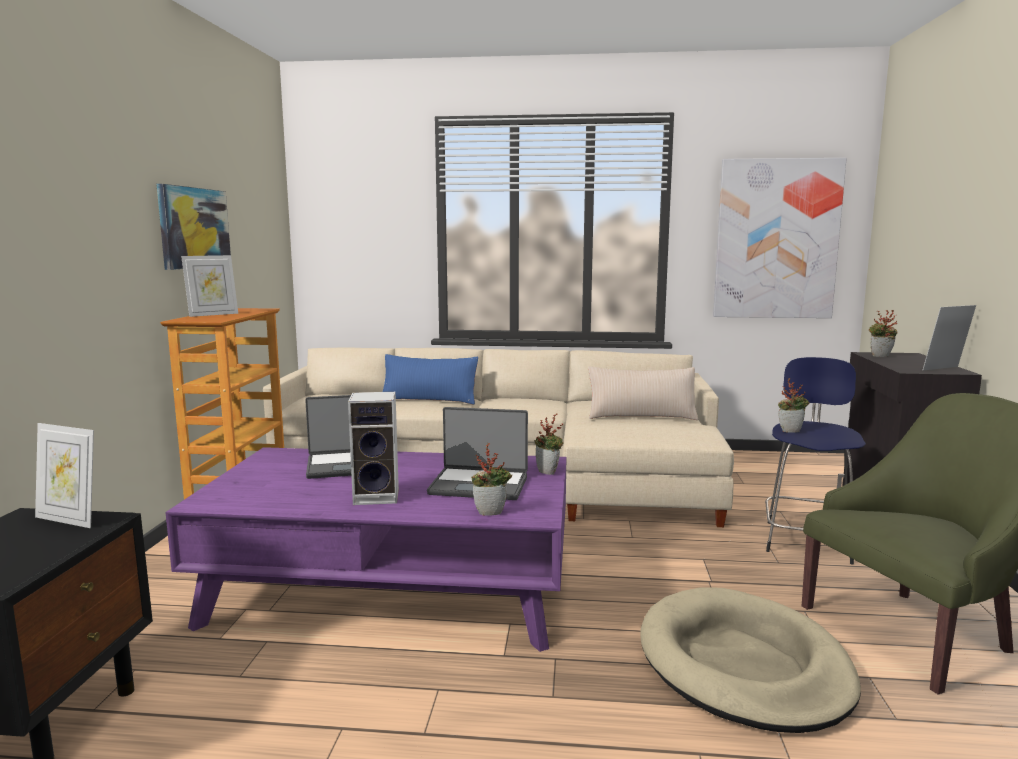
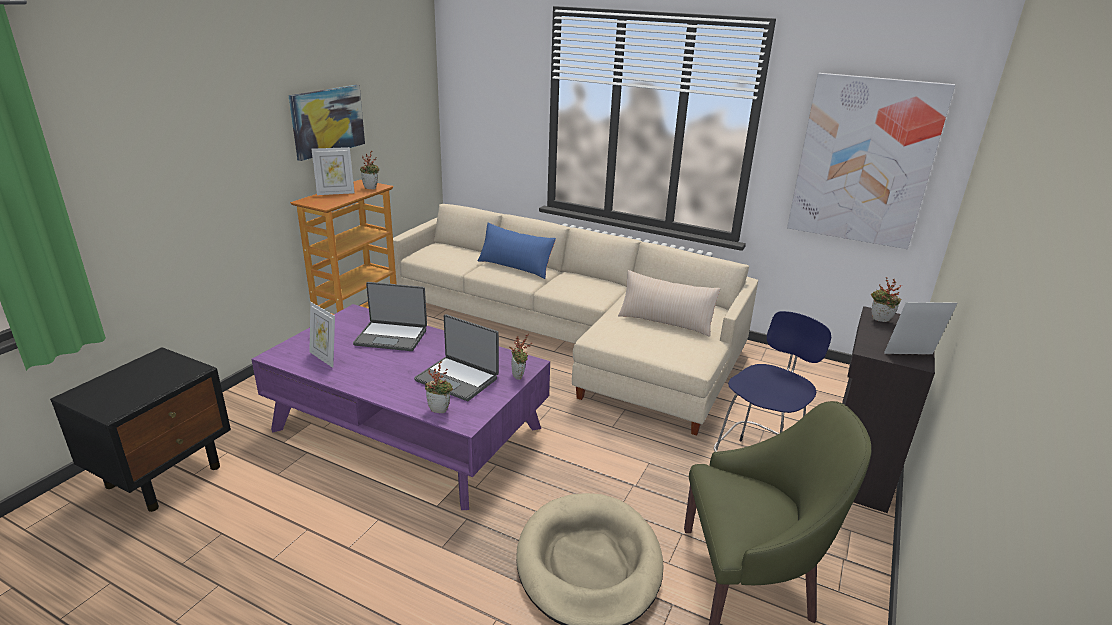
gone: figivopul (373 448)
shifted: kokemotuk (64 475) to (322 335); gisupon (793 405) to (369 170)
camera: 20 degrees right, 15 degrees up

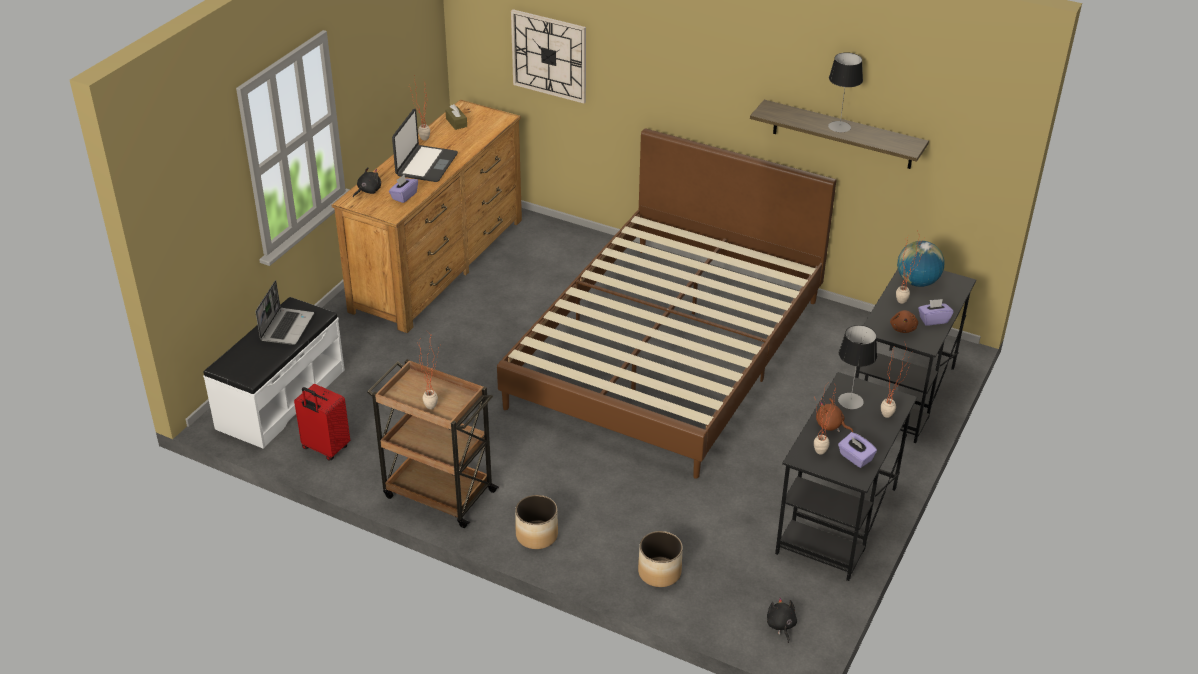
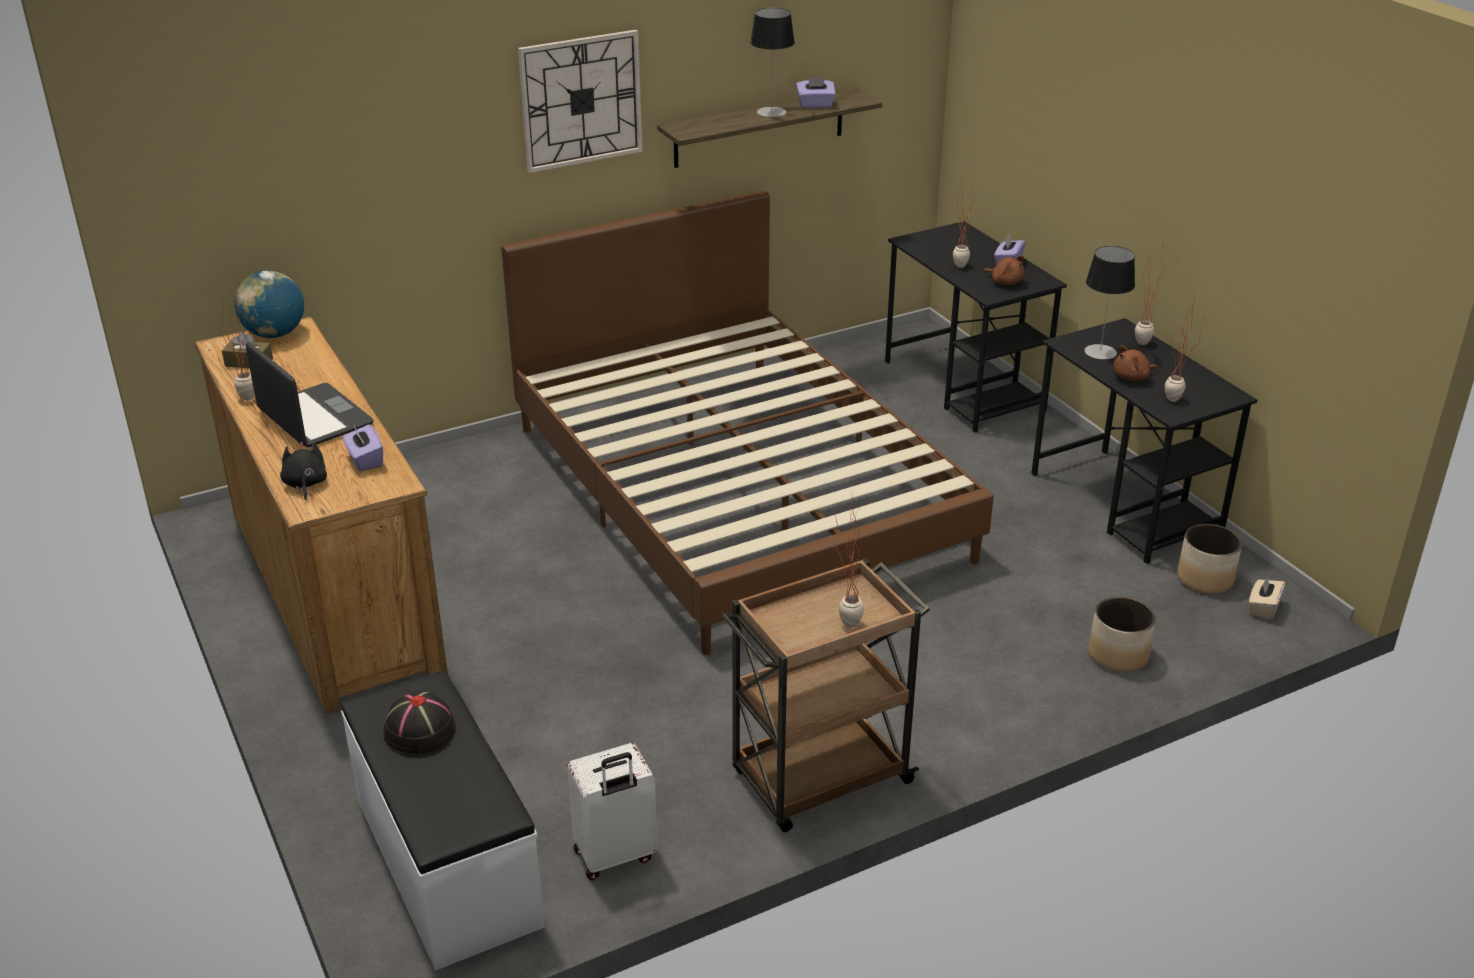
shifted: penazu (921 264) to (269 304); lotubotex (548 56) to (580 101); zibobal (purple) (857 450) to (816 93); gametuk (536 522) to (1209 559)
swapped: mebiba (285 312) to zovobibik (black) (420 722); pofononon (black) (782 620) to zibobal (beige) (1267 597)
repainted: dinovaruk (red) (322 422) to dinovaruk (white) (612 811)
camera: 55 degrees left, 5 degrees down

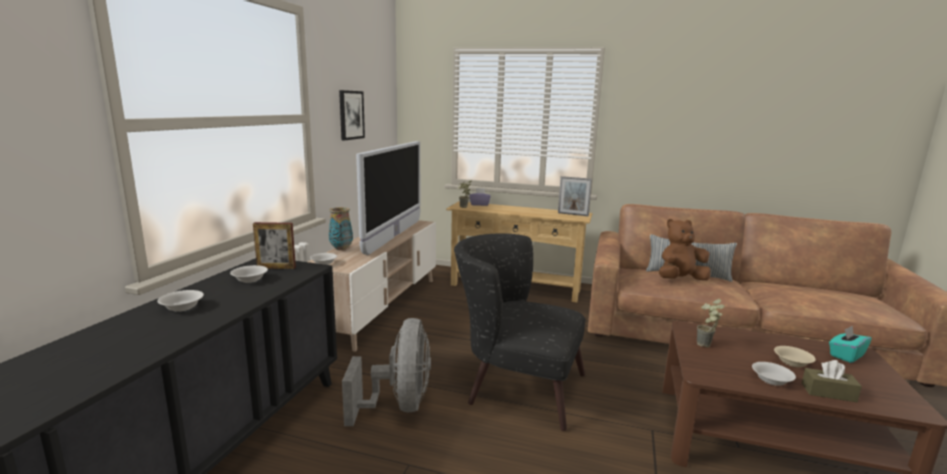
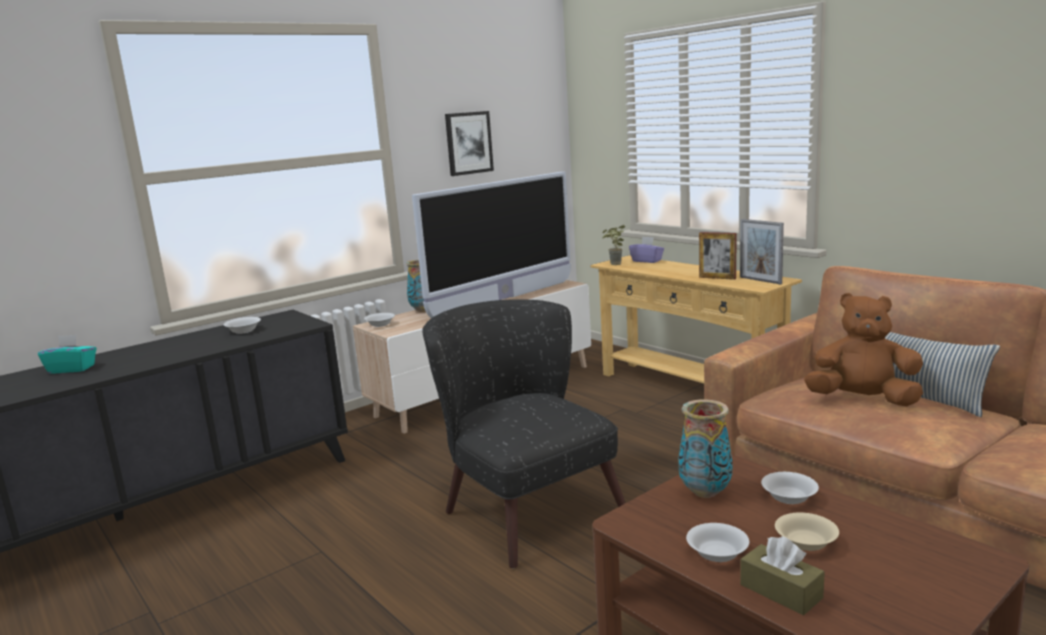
gone: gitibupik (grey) (386 372)
shifted: zibobal (turquoise) (850 344) to (67 354); kokemotuk (274 245) to (718 256); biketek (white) (180 301) to (790 488)
swapped: gisupon (711 323) to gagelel (705 448)
camera: 35 degrees right, 0 degrees up

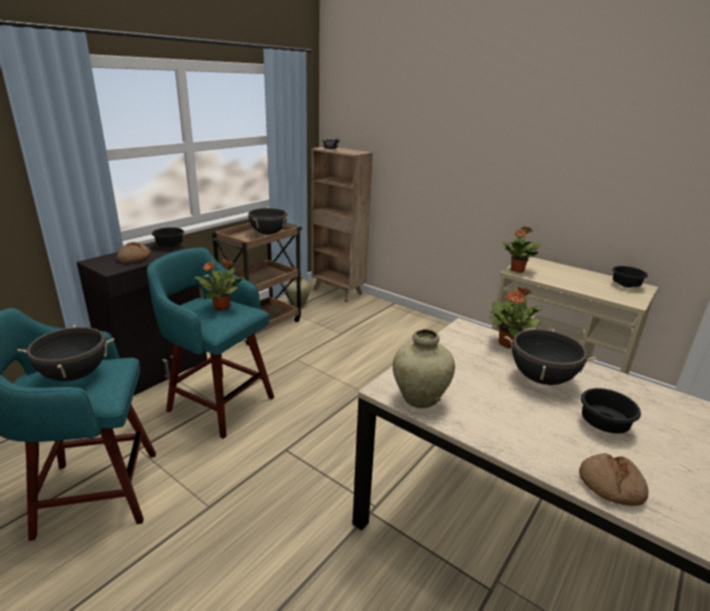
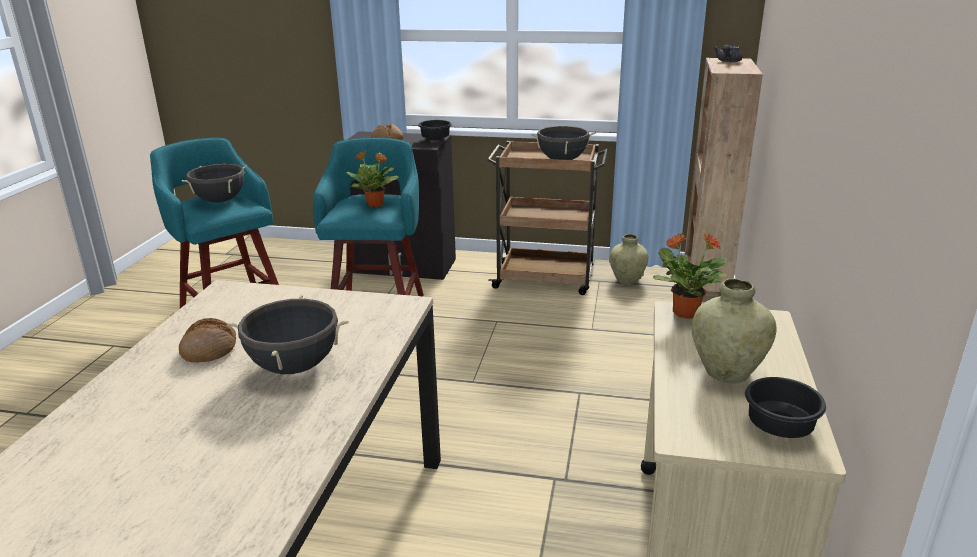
gone: gisupon (516 317); biketek (black) (611 411)
shifted: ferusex (614 479) to (207 340); gagelel (beige) (424 368) to (734 331)
camera: 65 degrees right, 0 degrees up

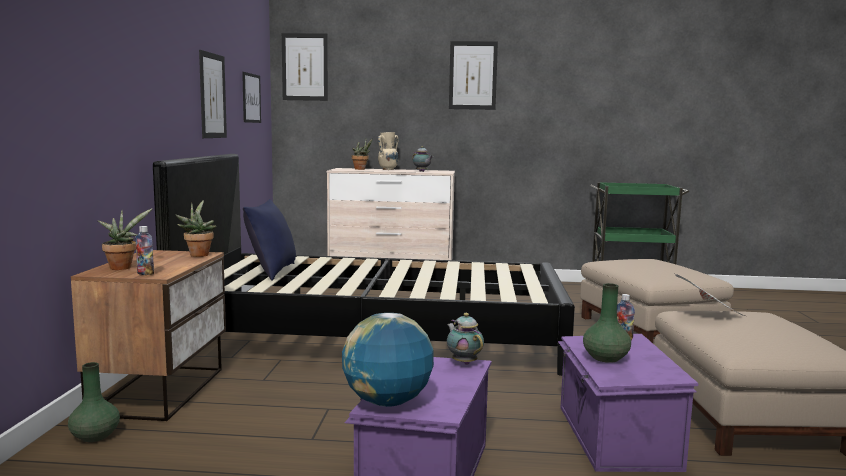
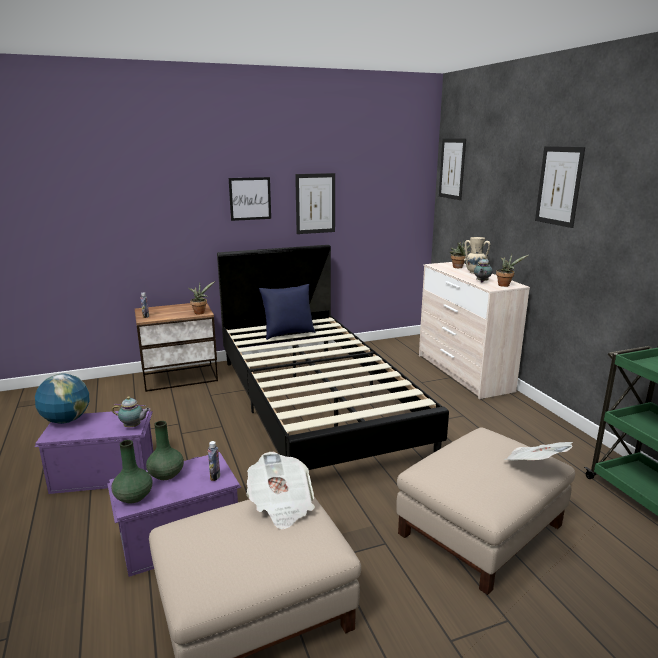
new: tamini (538 451)
shifted: gagelel (green) (94 402) to (132 471); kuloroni (251 97) to (250 199); gisupon (125 239) to (512 270)
rotated: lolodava (465 339) = (131 411) 60 degrees clockwise
camera: 65 degrees right, 10 degrees up

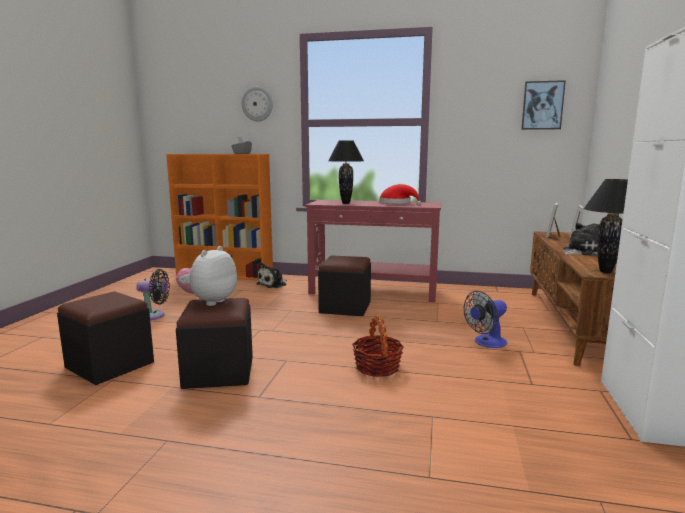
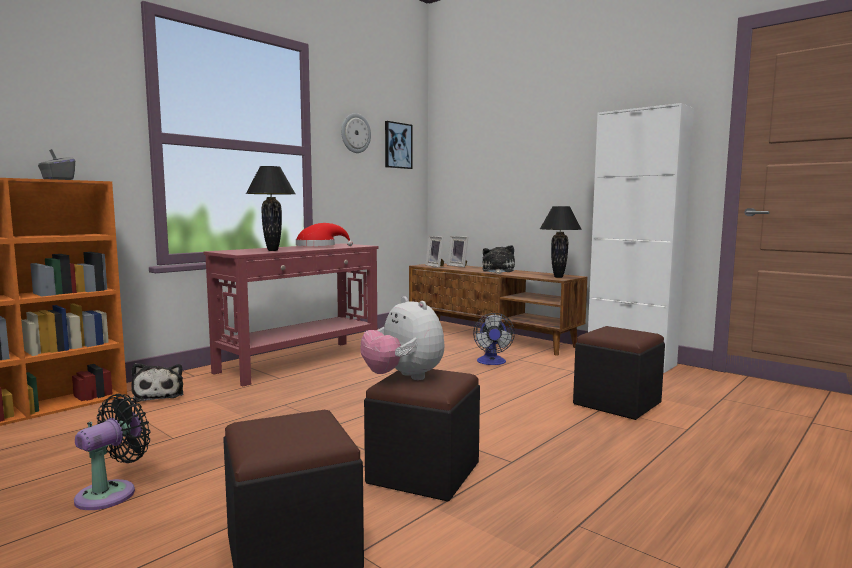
gone: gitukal (378 346)
shifted: lotubotex (257 104) to (356 133); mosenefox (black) (344 285) to (619 373)
camera: 60 degrees left, 5 degrees down

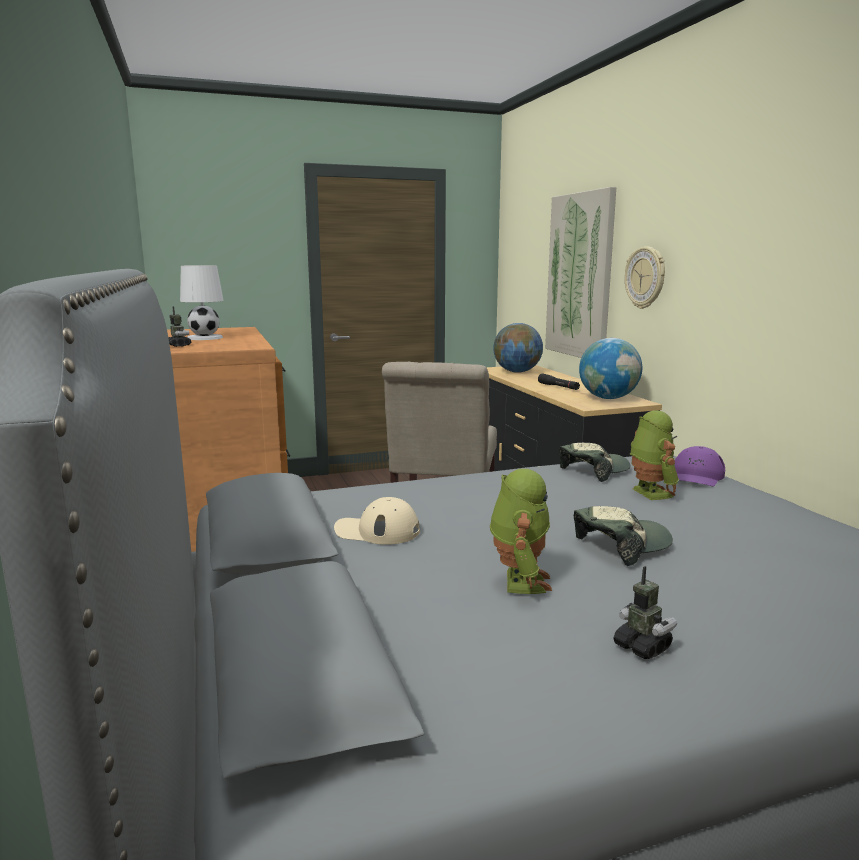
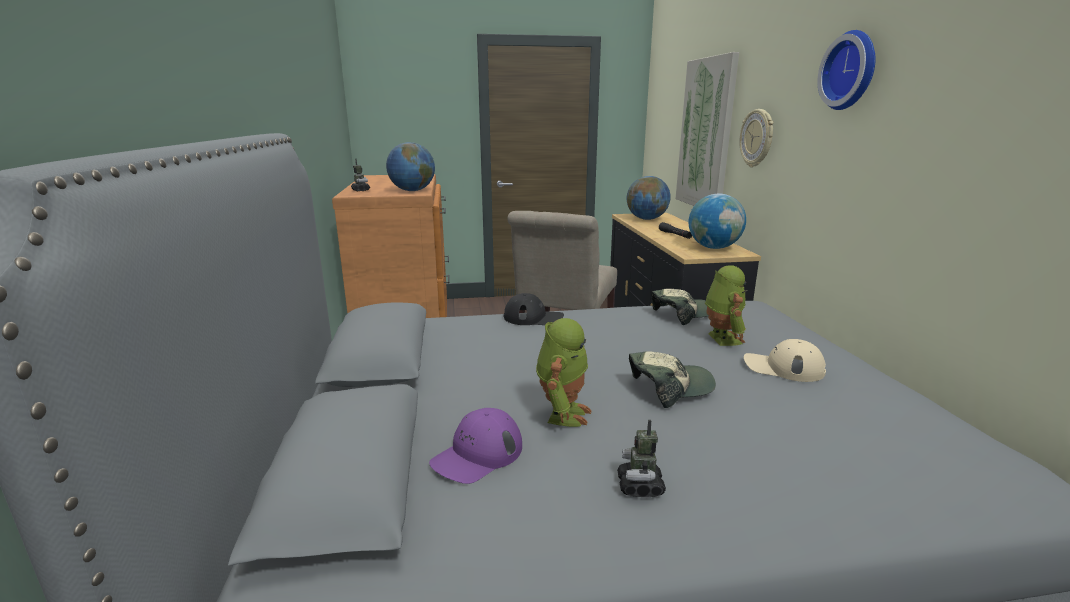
gone: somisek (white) (202 302)
new: penazu (410 166); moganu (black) (533 309); lotubotex (847 70)
shifted: moganu (purple) (699 466) to (475 446); moganu (beige) (377 521) to (785 360)
rotated: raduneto (645 612) = (641 458) 150 degrees counterclockwise
camera: 10 degrees right, 5 degrees up

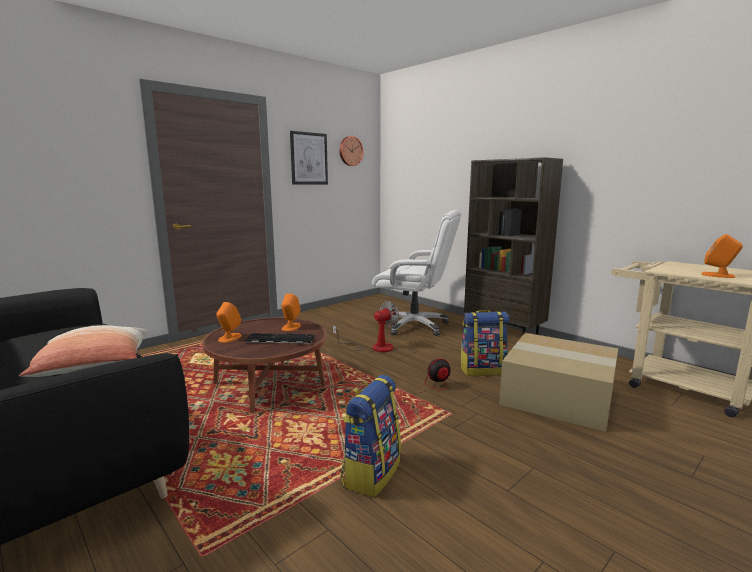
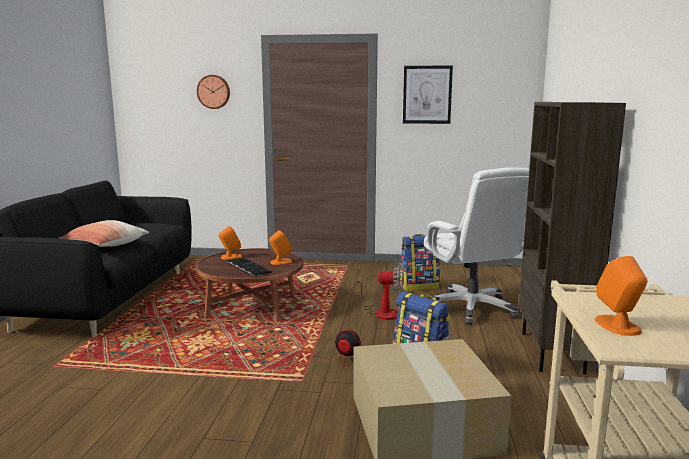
shifted: lotubotex (351 151) to (213 92); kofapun (370 436) to (419 262)
camera: 50 degrees right, 0 degrees up

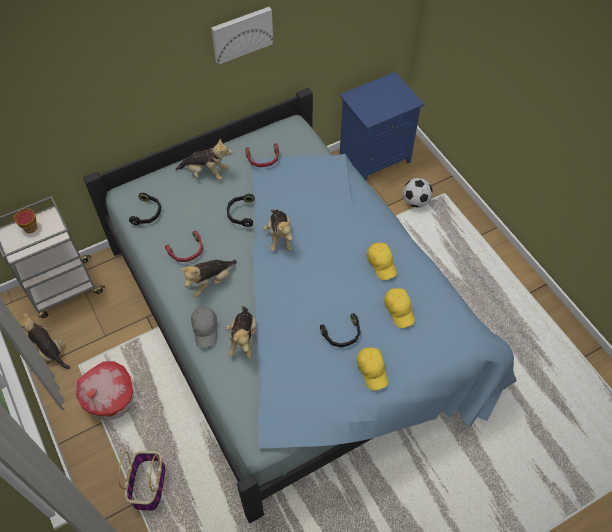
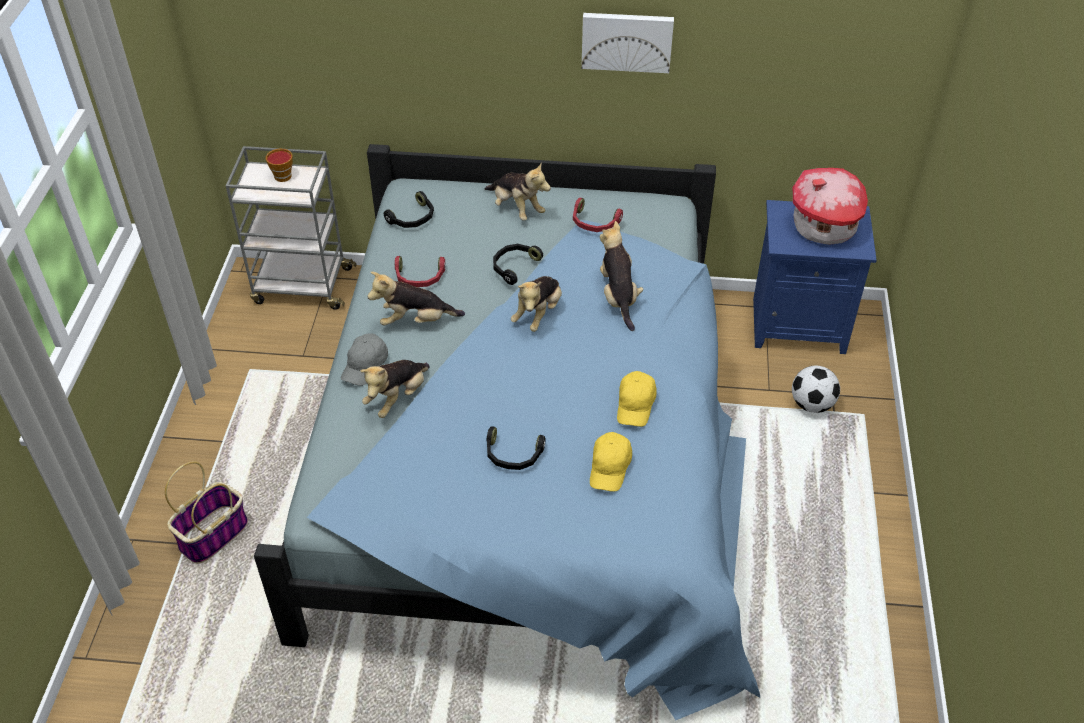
gone: moganu (yellow) (372 369)
shifted: pofononon (44 341) to (622 276); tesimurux (105 390) to (830 206)
camera: 35 degrees right, 10 degrees down

